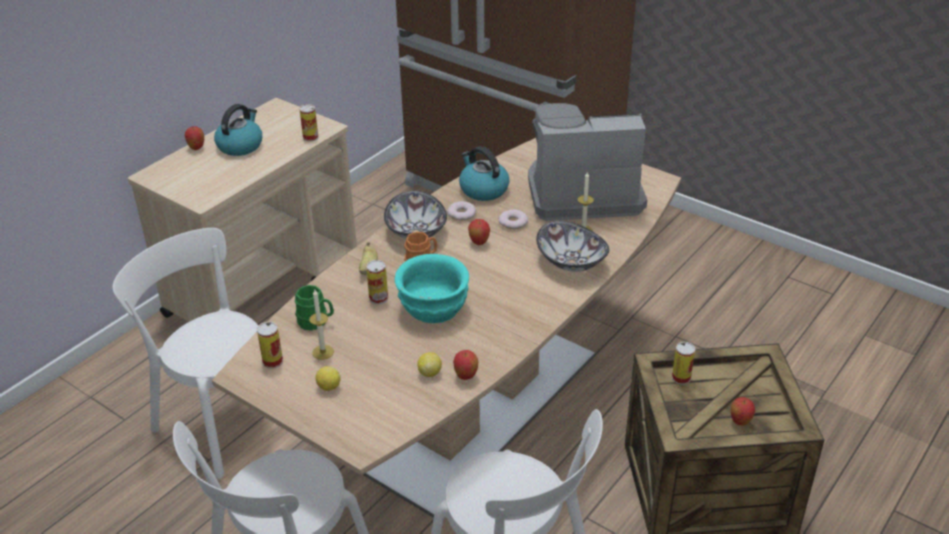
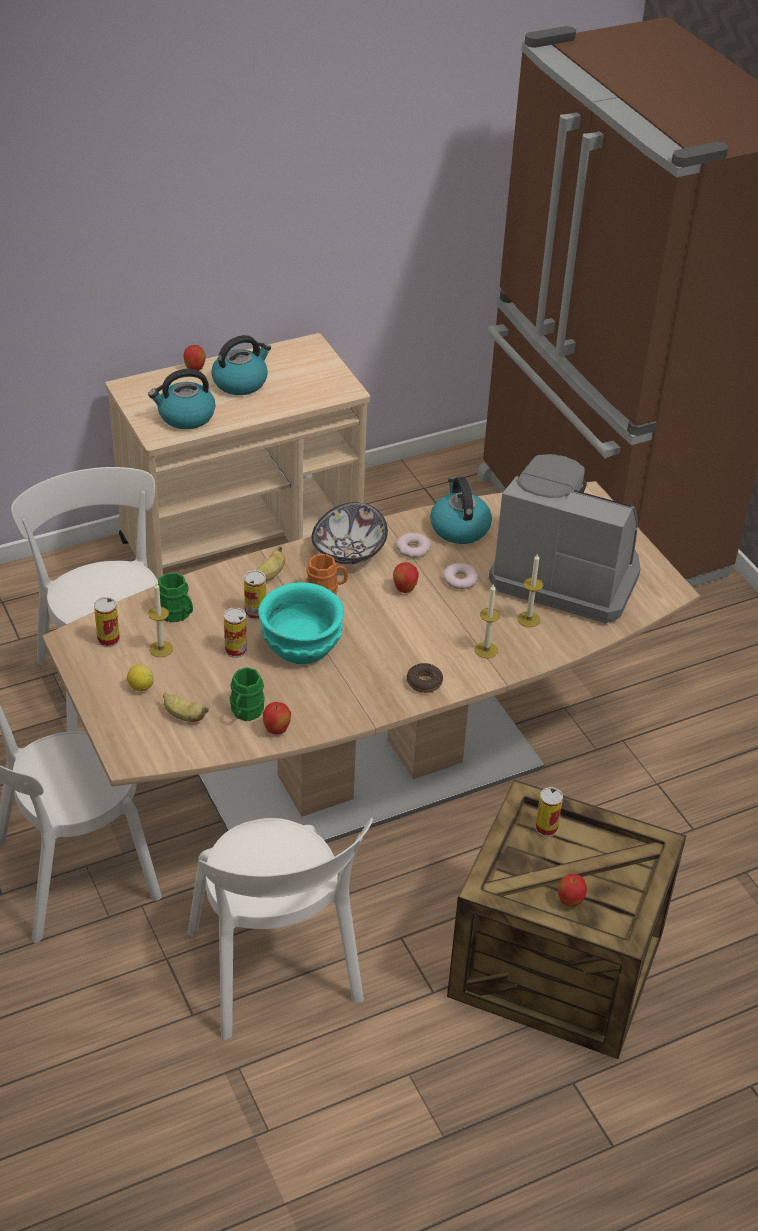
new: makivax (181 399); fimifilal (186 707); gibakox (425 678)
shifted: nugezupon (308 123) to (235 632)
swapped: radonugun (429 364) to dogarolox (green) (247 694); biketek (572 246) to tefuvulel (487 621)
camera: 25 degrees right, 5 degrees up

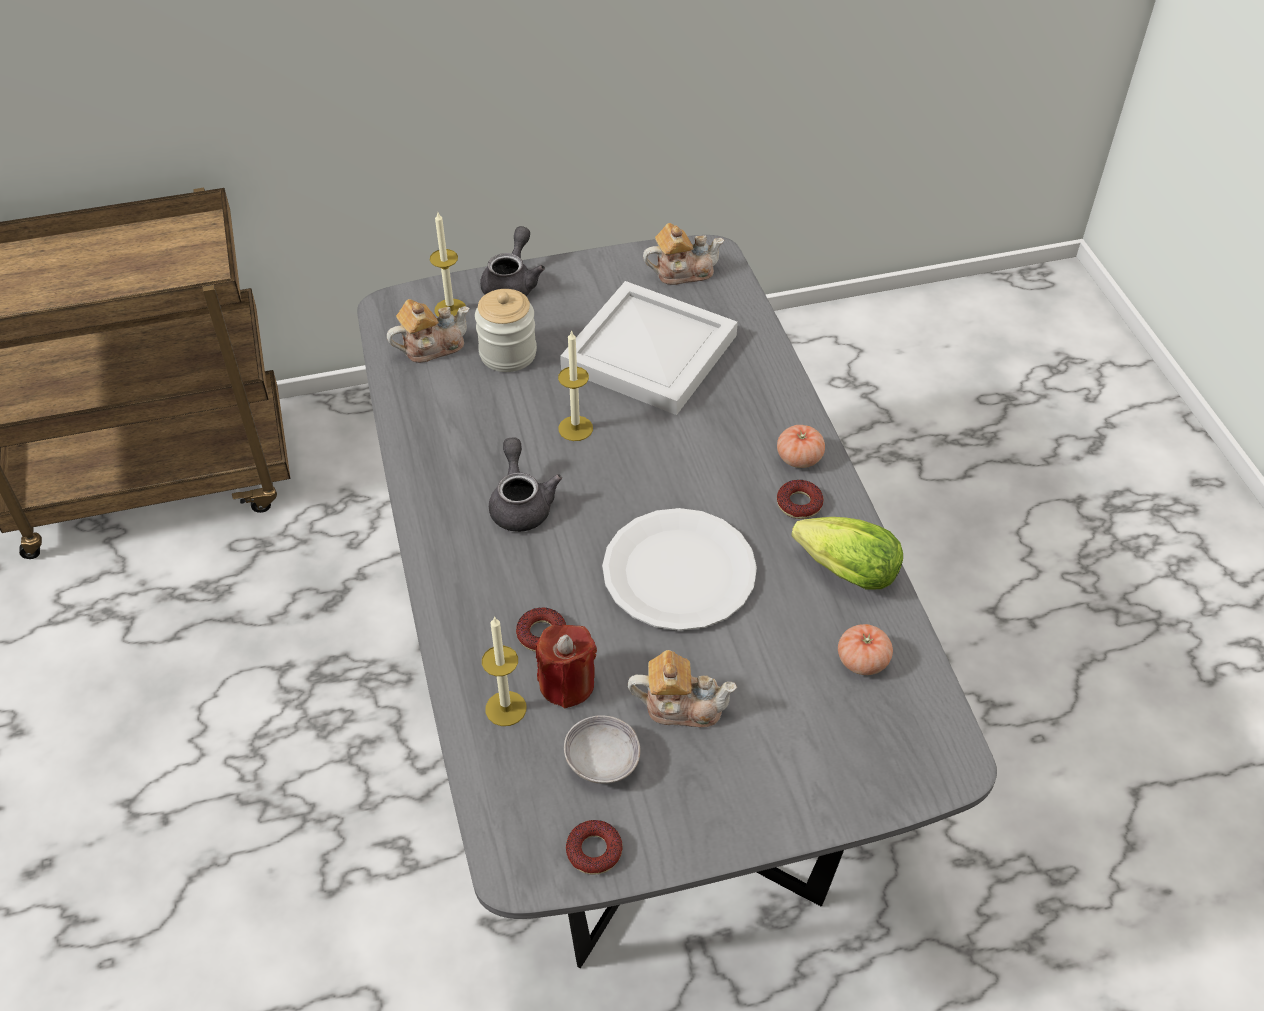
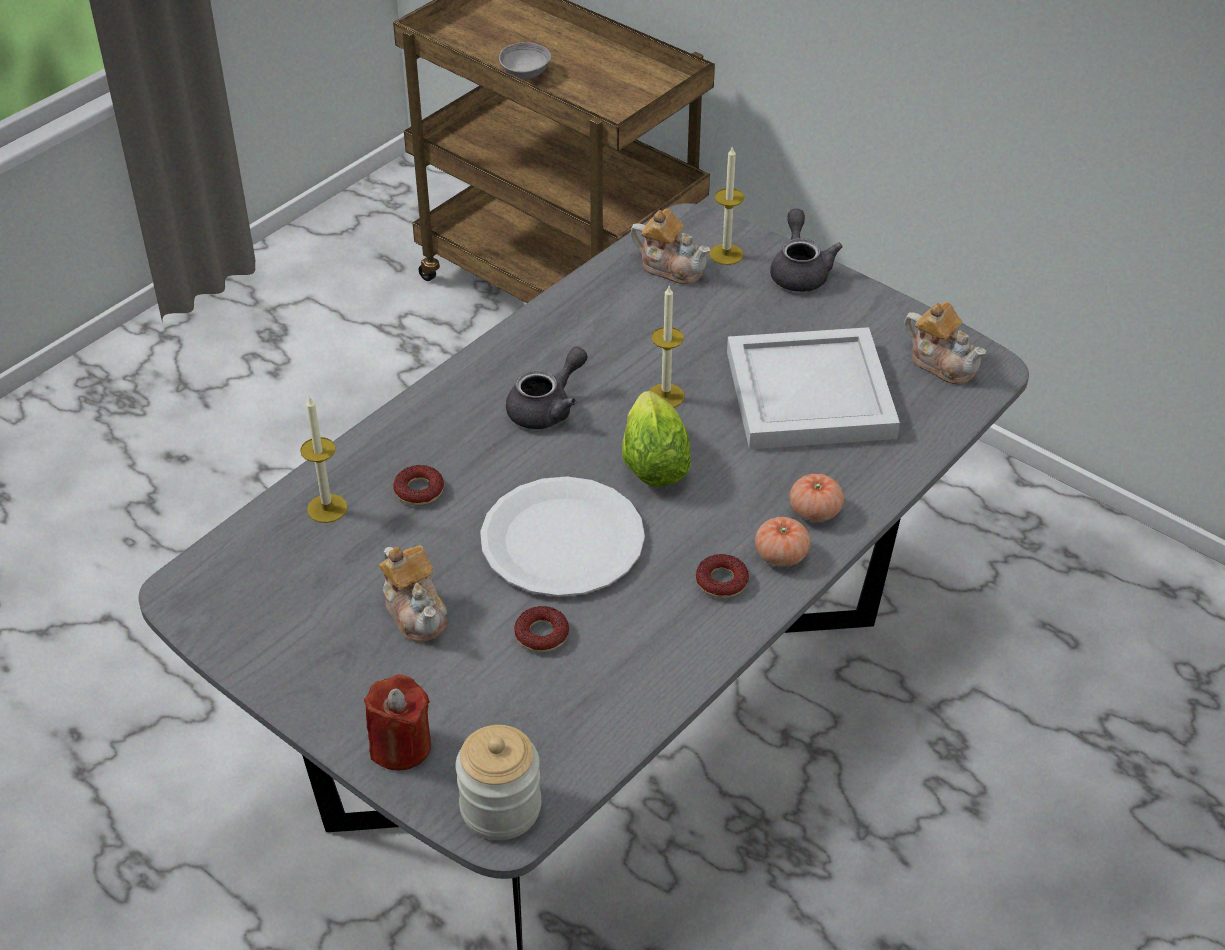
shifted: tefuvulel (red) (566 666) to (397 722); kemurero (506 330) to (498 782); biketek (grey) (602 749) to (525 60); gibakox (594 847) to (541 629); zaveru (847 553) to (656 439); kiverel (865 649) to (817 498)
rotated: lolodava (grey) (512 261) = (806 250) 75 degrees counterclockwise
camera: 55 degrees right, 5 degrees down

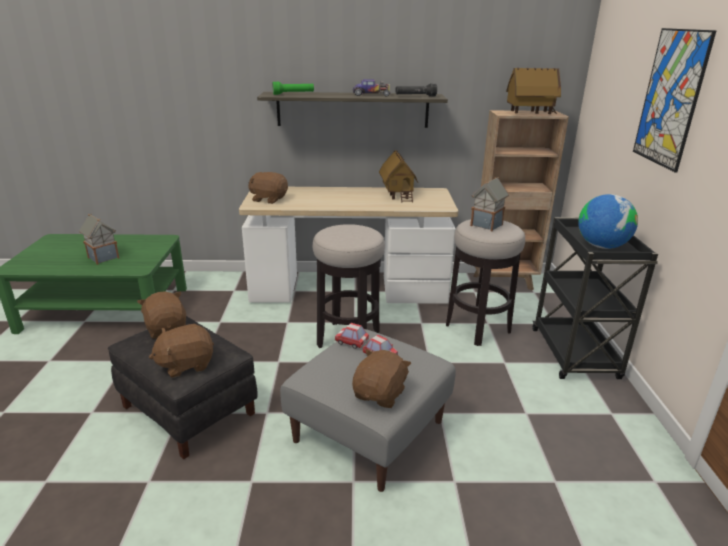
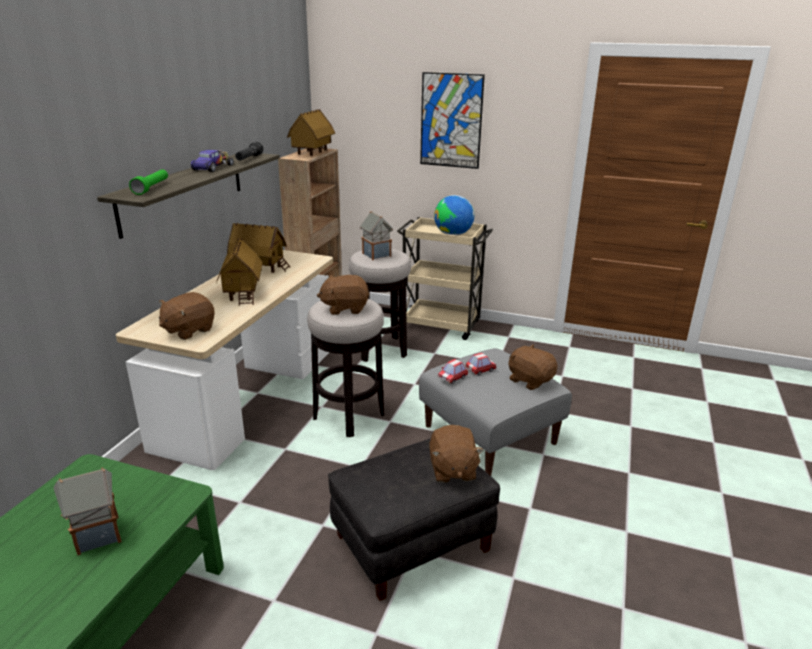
new: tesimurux (239 272)
shifted: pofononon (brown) (161 315) to (343 295)
repainted: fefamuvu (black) (595 298) to fefamuvu (beige) (445 278)
camera: 70 degrees left, 0 degrees up

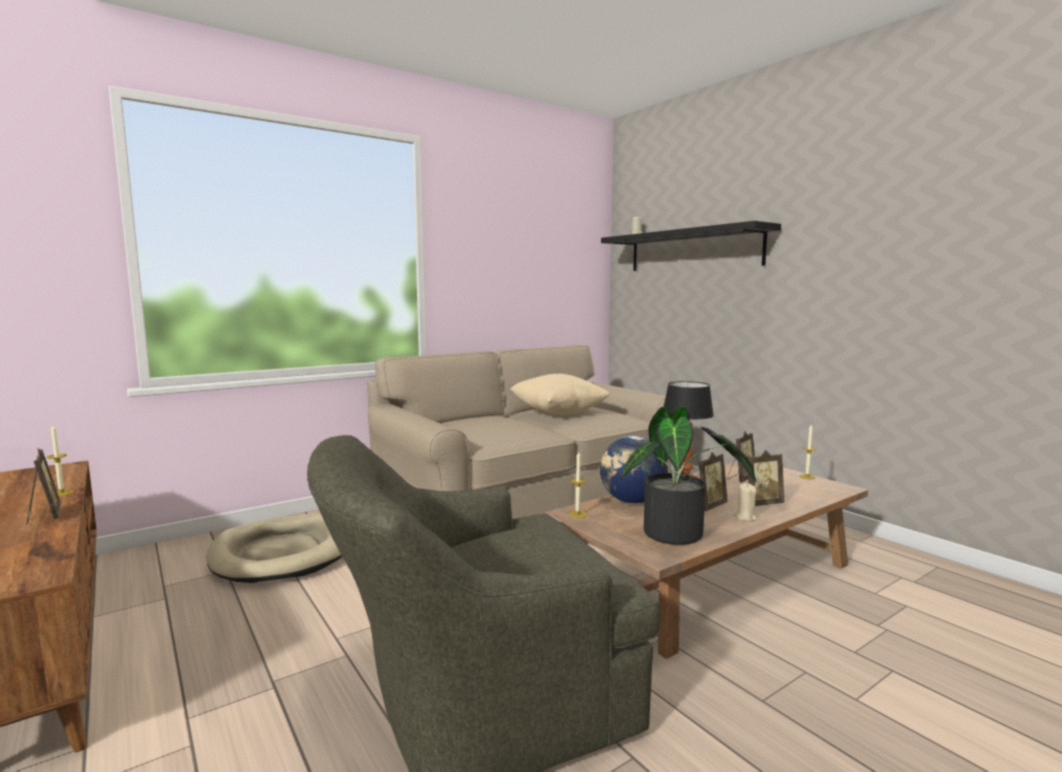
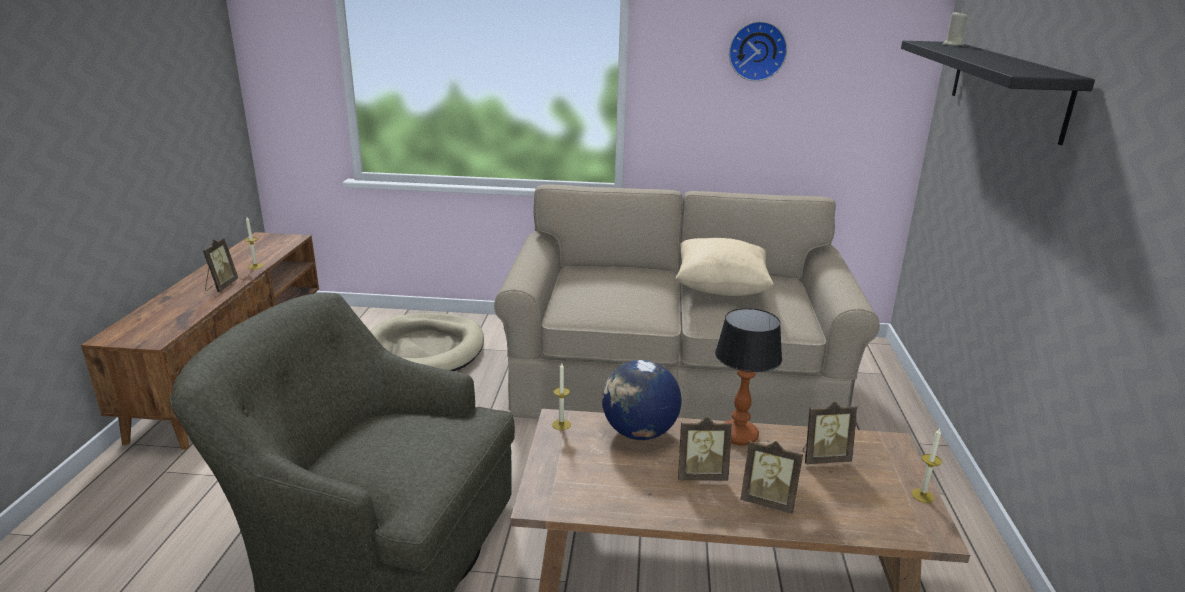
gone: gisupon (688 475); tefuvulel (beige) (745 502)
new: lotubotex (758 51)
camera: 40 degrees right, 15 degrees up

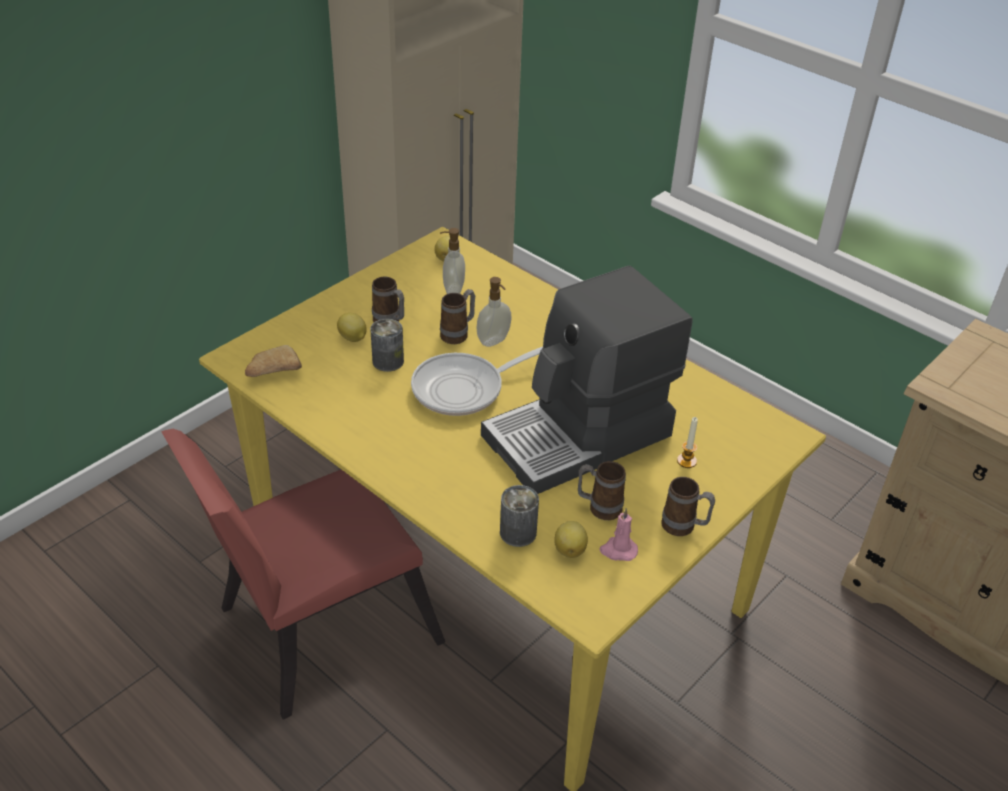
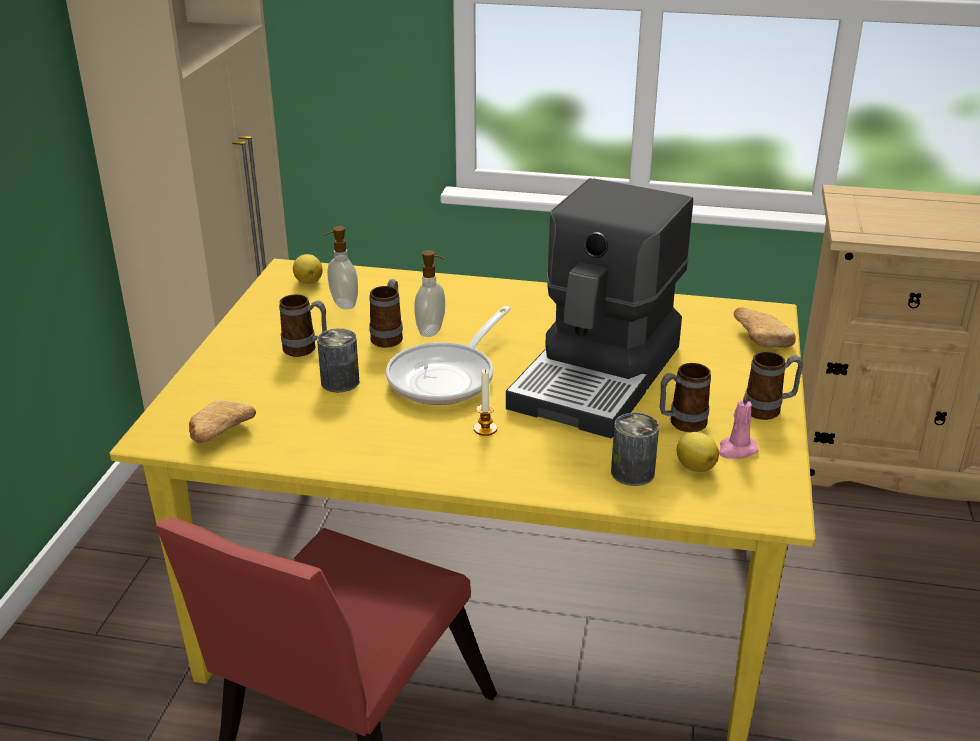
gone: radonugun (352 327)
new: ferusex (765 327)
shifted: tefuvulel (687 442) to (485 402)
camera: 30 degrees left, 10 degrees down

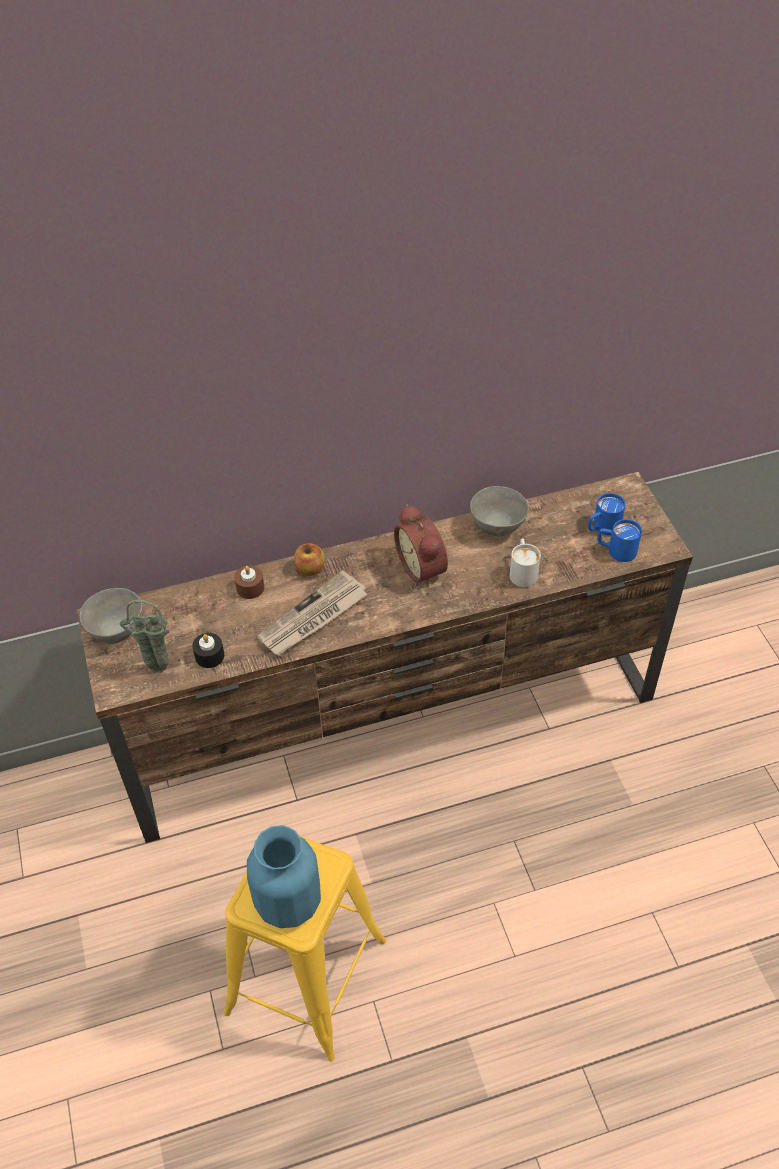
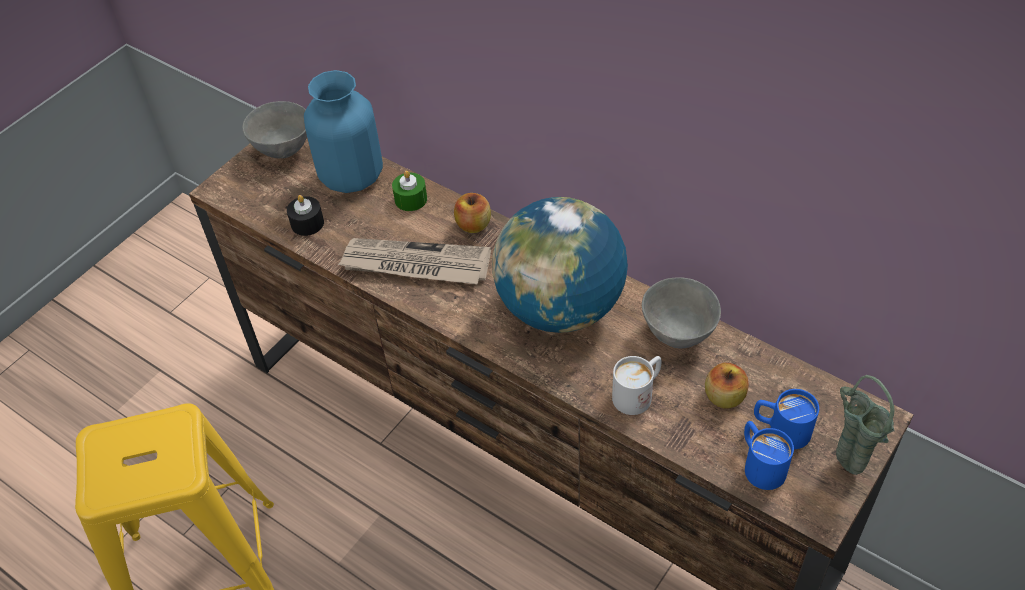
new: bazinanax (727 386)
shifted: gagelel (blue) (284 876) to (343 131); gagelel (green) (145 635) to (865 425)
swapped: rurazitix (421 545) to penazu (560 265)
repainted: tefuvulel (brown) (249 582) to tefuvulel (green) (409 191)
camera: 55 degrees right, 0 degrees up

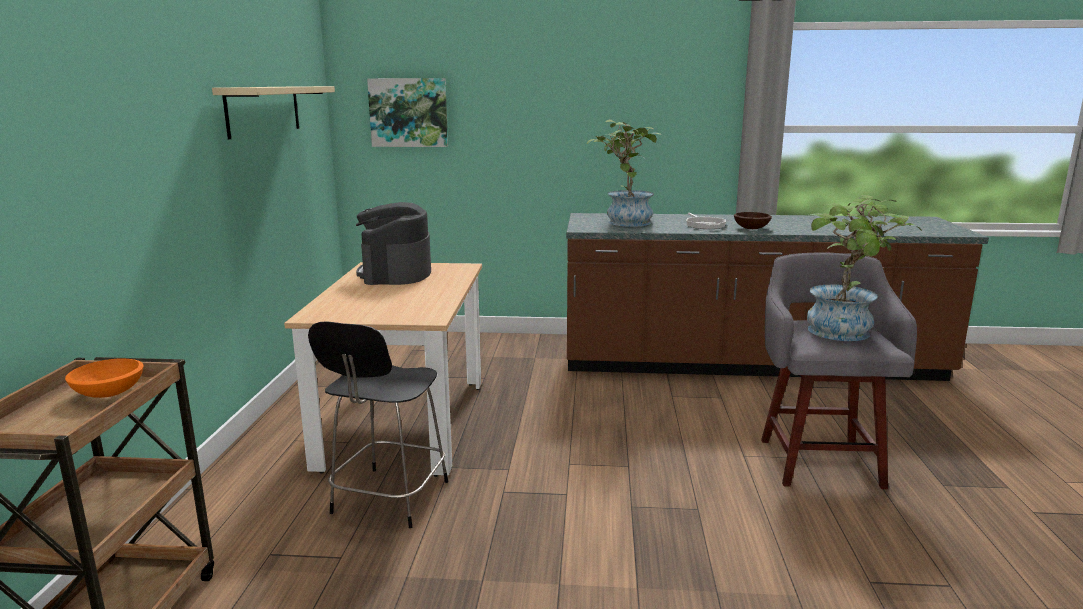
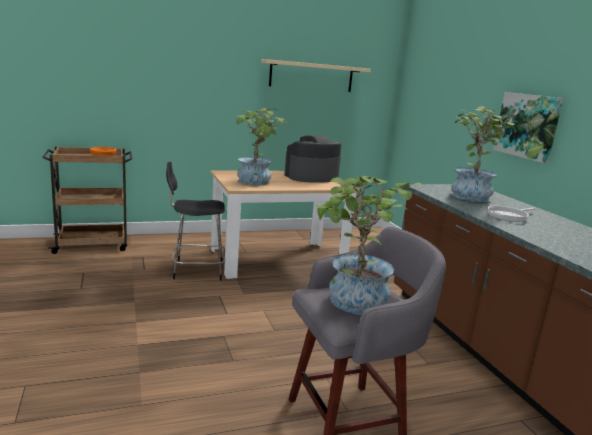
gone: biketek (brown) (753 220)
new: gisupon (263 146)
shifted: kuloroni (407 112) to (528 127)
camera: 65 degrees right, 0 degrees up

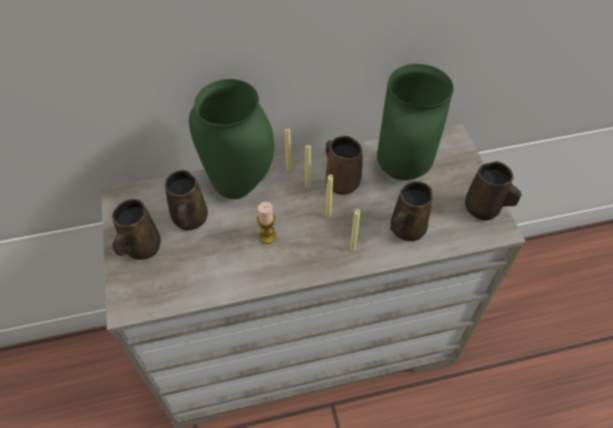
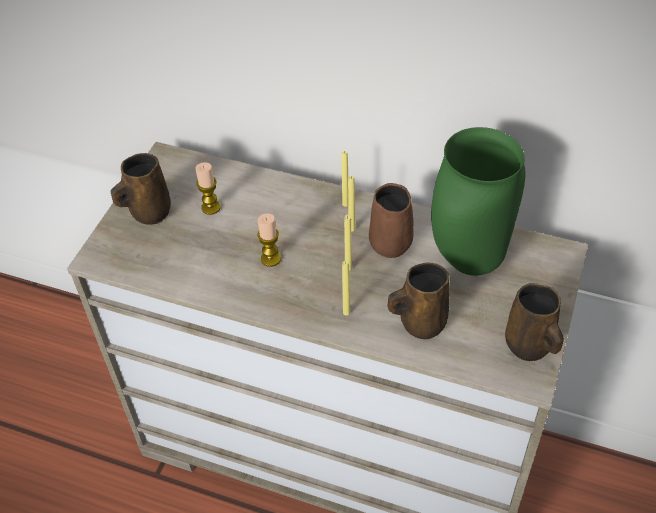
gone: gagelel (green) (231 139)
swapped: dogarolox (brown) (186 200) to tefuvulel (208 188)
camera: 35 degrees right, 5 degrees down

